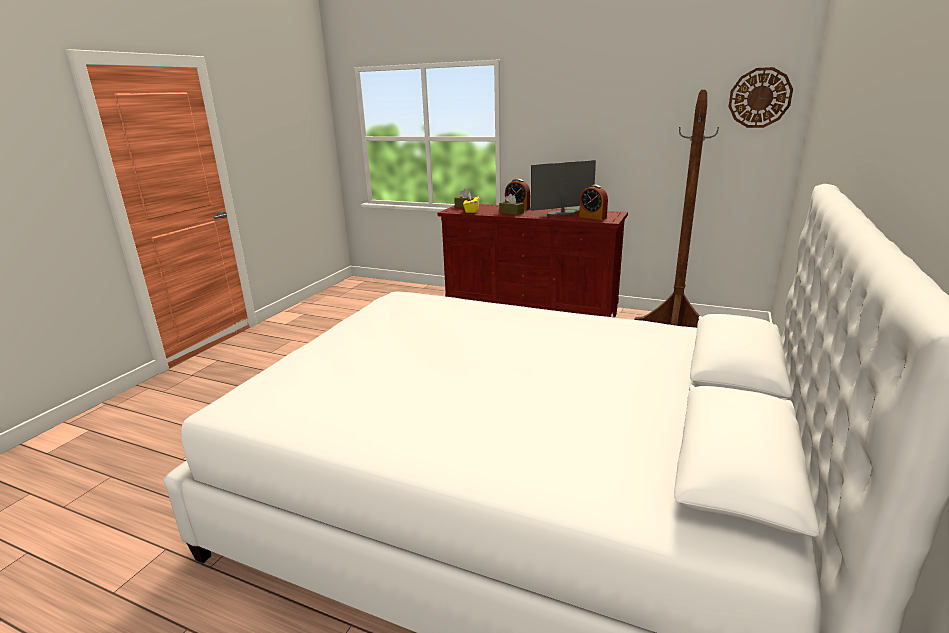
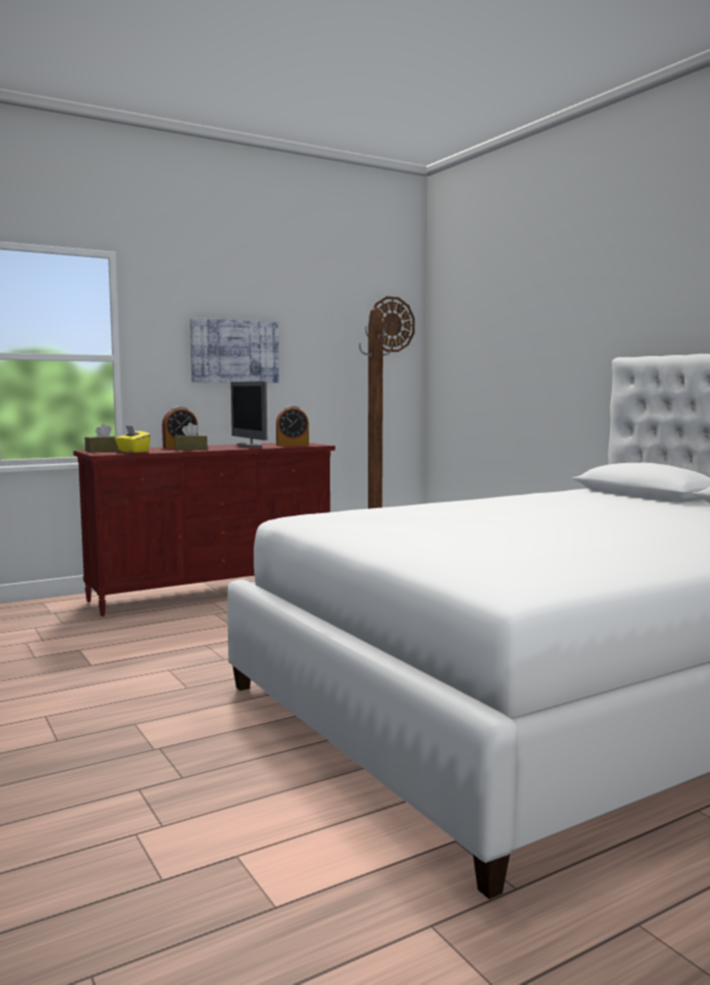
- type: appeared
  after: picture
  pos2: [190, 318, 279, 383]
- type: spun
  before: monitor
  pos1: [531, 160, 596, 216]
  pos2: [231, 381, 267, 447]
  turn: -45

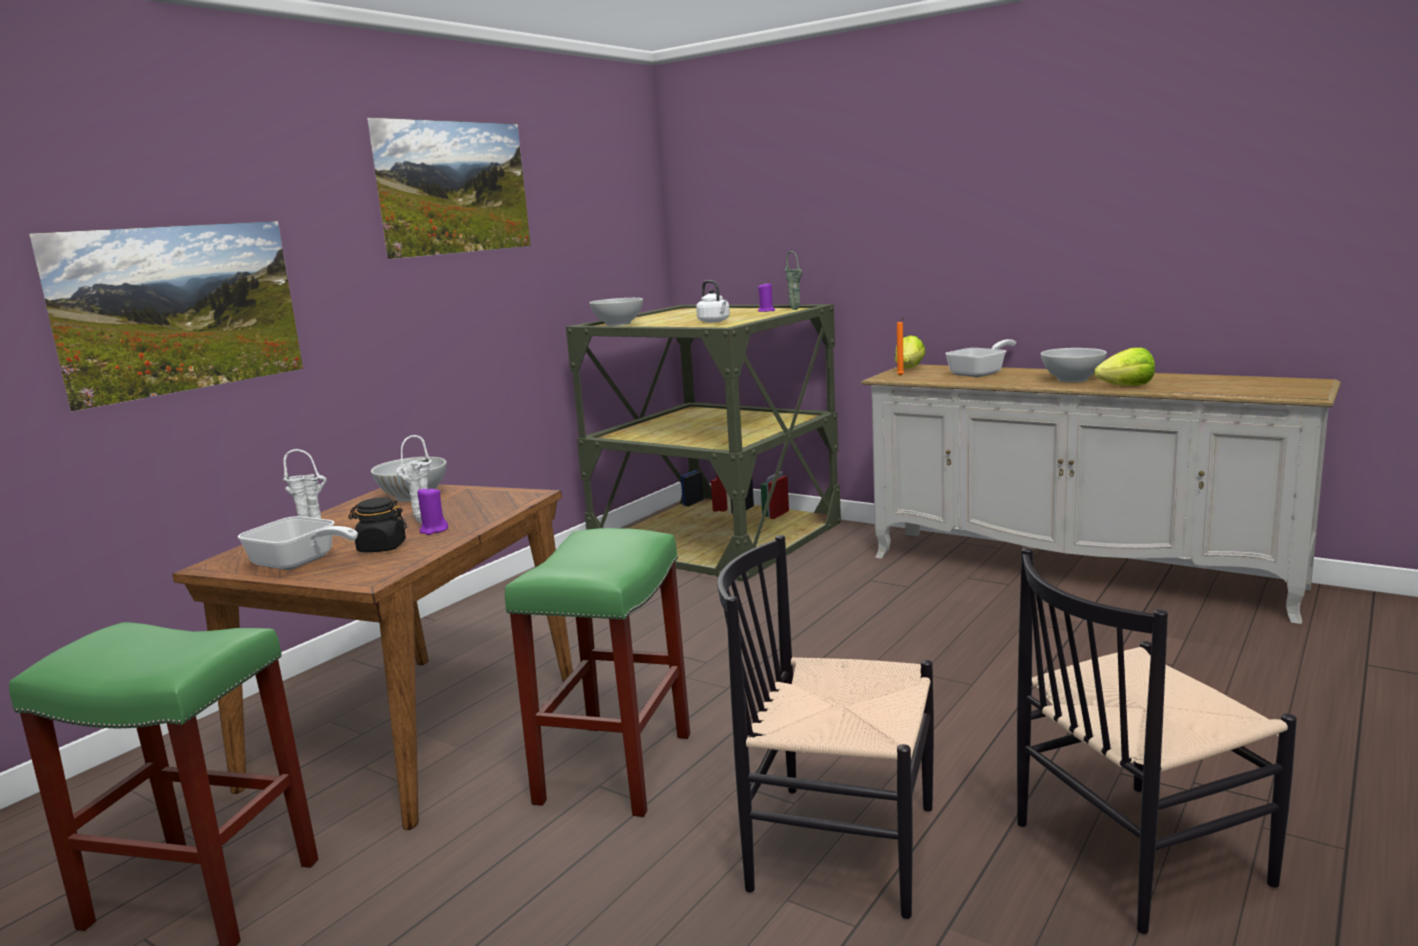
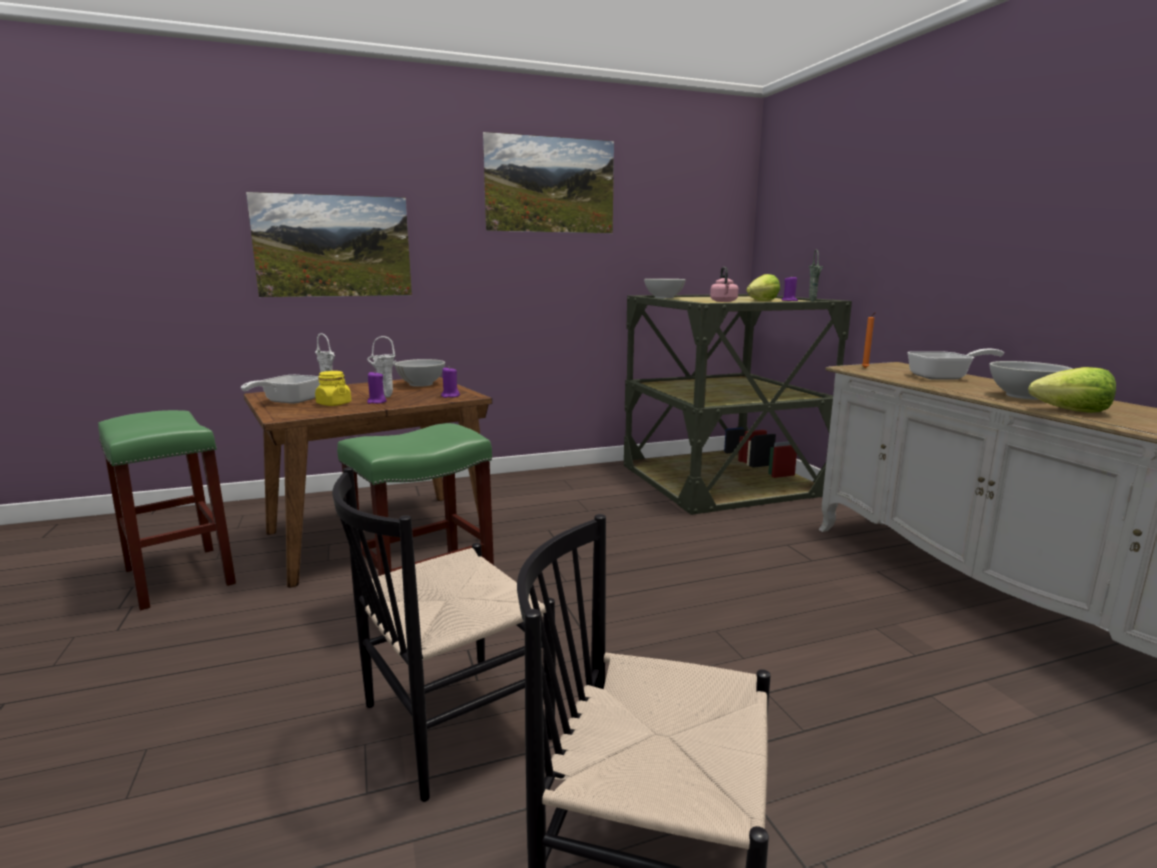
- type: spun
  before: frying pan
  pos1: [238, 516, 358, 570]
  pos2: [241, 375, 320, 404]
  turn: 45
- type: colour
  before: jar (black)
  after: jar (yellow)
  pos1: [348, 497, 407, 552]
  pos2: [315, 371, 351, 406]
- type: spun
  before: chair (black)
  pos1: [717, 535, 934, 919]
  pos2: [332, 467, 556, 802]
  turn: -90
- type: appeared
  after: candle (purple)
  pos2: [441, 367, 460, 398]
- type: colour
  before: kettle (white)
  after: kettle (pink)
  pos1: [696, 280, 730, 323]
  pos2: [710, 267, 738, 302]
- type: relocated
  before: lettuce
  pos1: [895, 335, 926, 368]
  pos2: [746, 274, 780, 301]

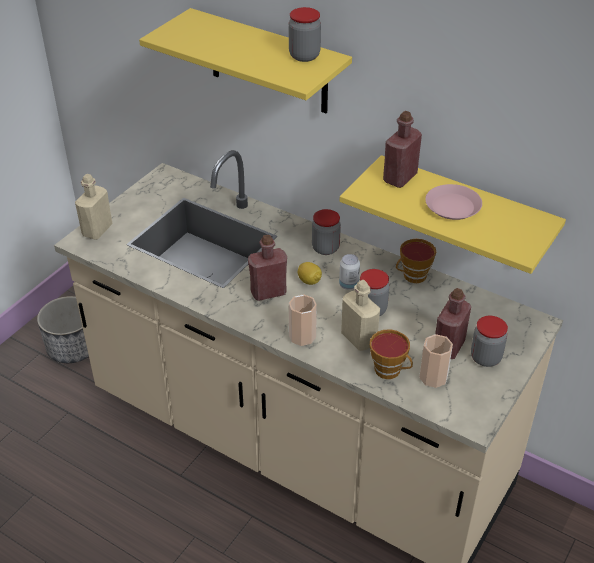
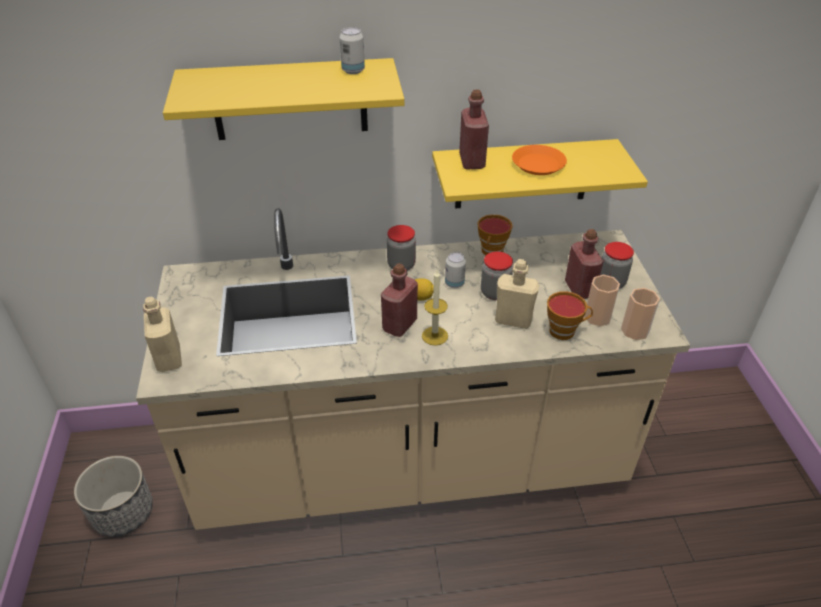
- type: exchanged
  before: jar
  after: can
  pos1: [289, 7, 321, 62]
  pos2: [340, 27, 365, 74]
- type: appeared
  after: candle
  pos2: [422, 270, 448, 346]
- type: colour
  before: plate (pink)
  after: plate (orange)
  pos1: [425, 184, 482, 220]
  pos2: [512, 145, 567, 175]
- type: relocated
  before: cup
  pos1: [289, 294, 317, 346]
  pos2: [621, 288, 660, 340]

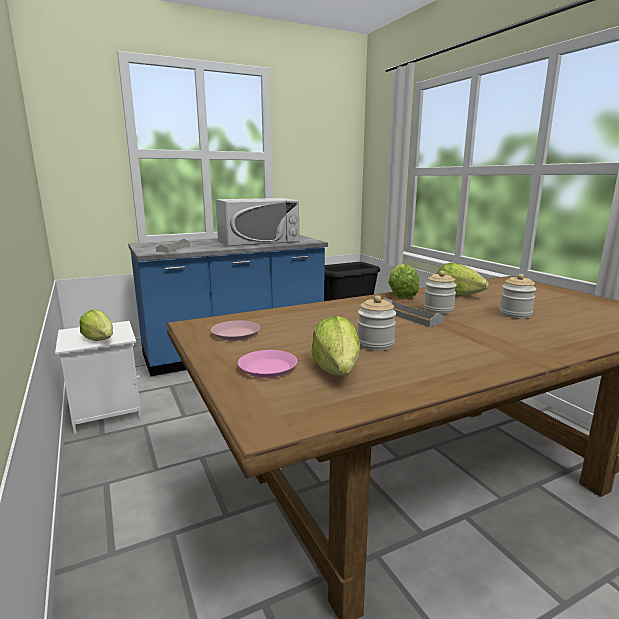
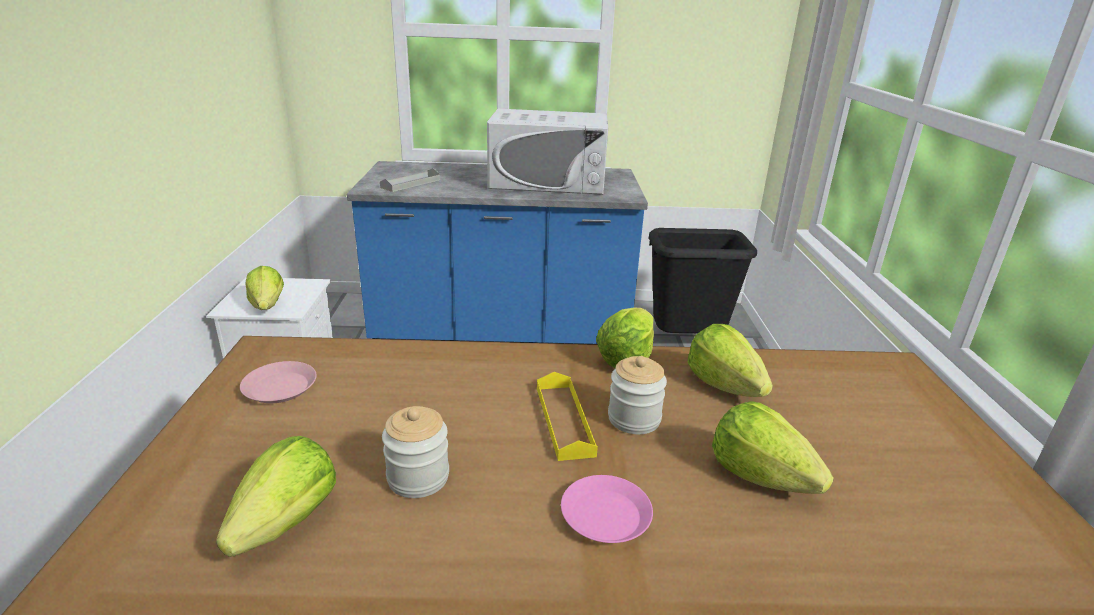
- type: colour
  before: tray (grey)
  after: tray (yellow)
  pos1: [383, 298, 444, 327]
  pos2: [537, 372, 598, 461]
- type: relocated
  before: plate (pink)
  pos1: [238, 350, 297, 378]
  pos2: [561, 475, 653, 543]
- type: exchanged
  before: jar
  after: lettuce
  pos1: [499, 274, 536, 319]
  pos2: [712, 401, 834, 494]

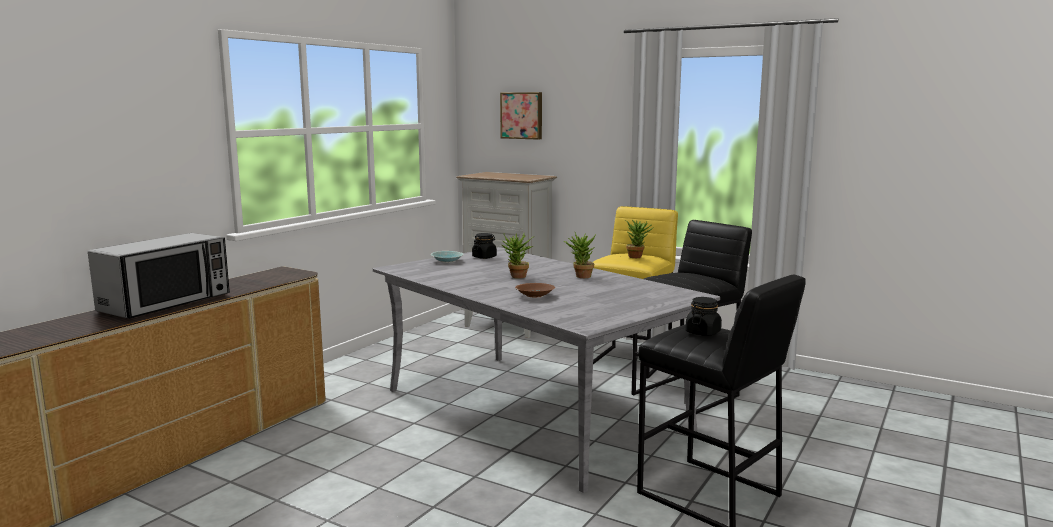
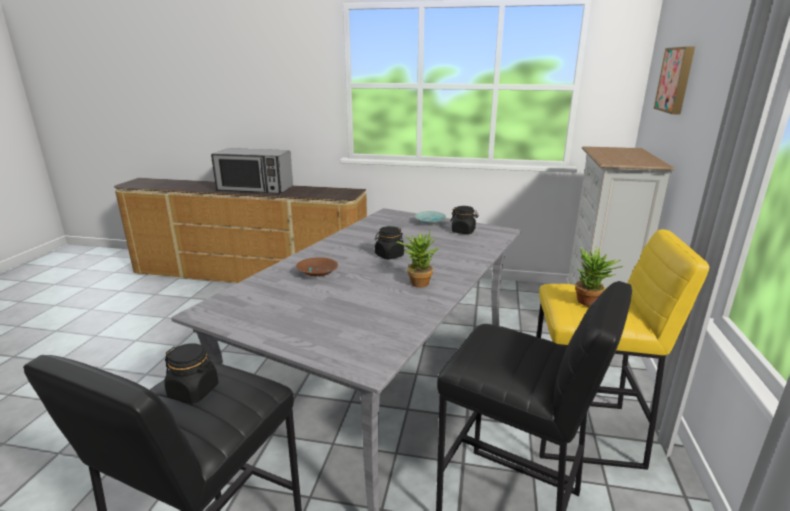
- type: exchanged
  before: potted plant
  after: jar (black)
  pos1: [501, 233, 533, 279]
  pos2: [375, 226, 404, 259]

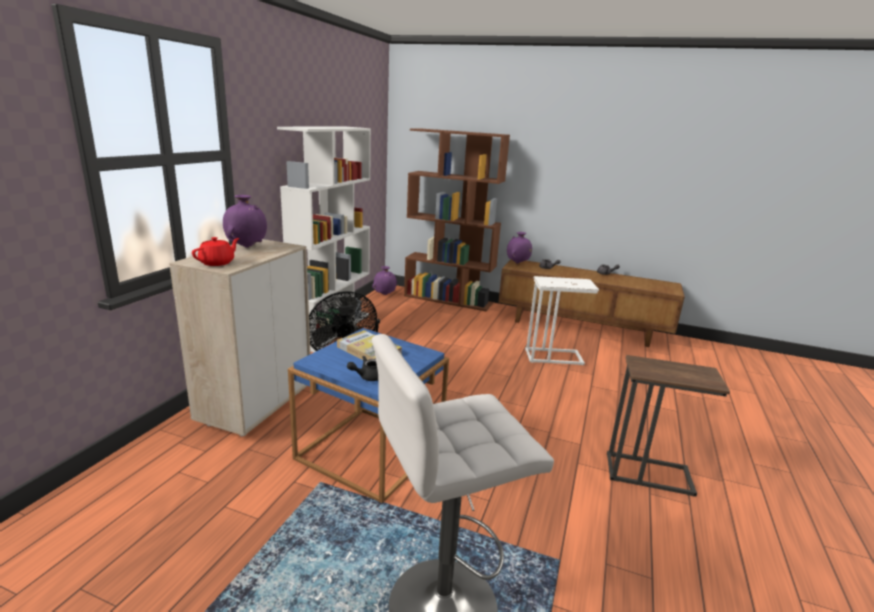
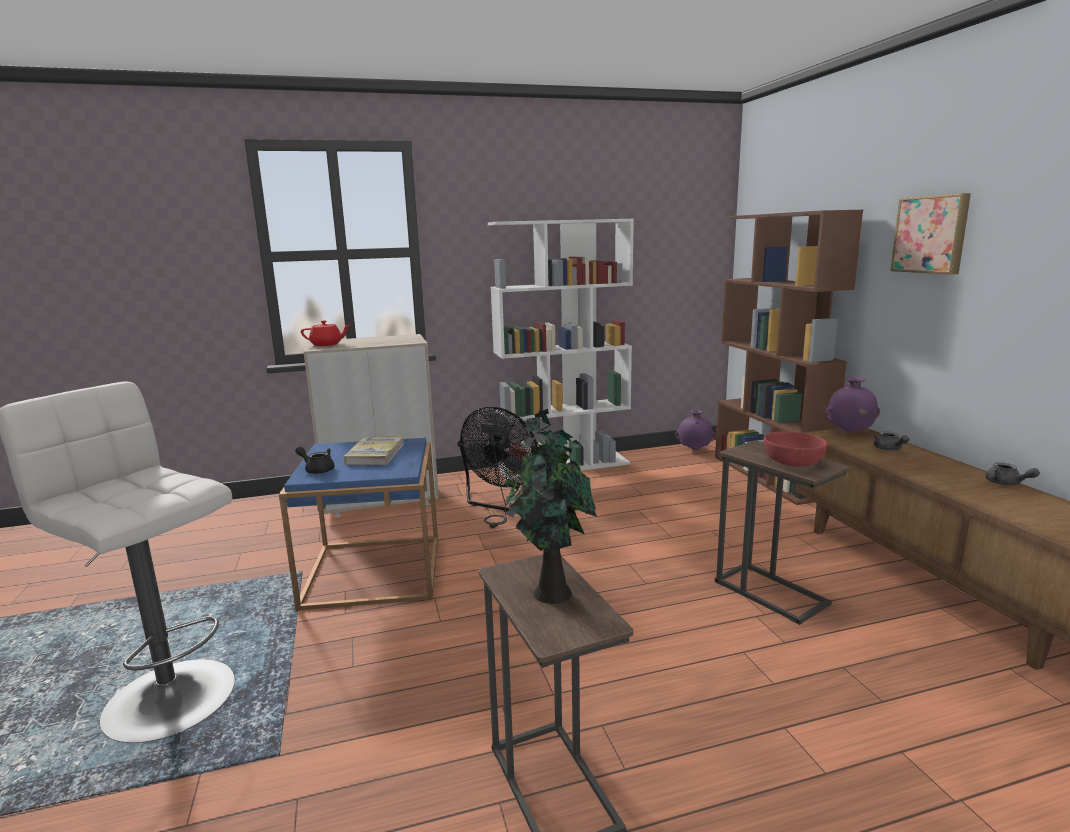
- type: appeared
  after: potted plant
  pos2: [505, 409, 597, 604]
- type: colour
  before: side table (white)
  after: side table (brown)
  pos1: [525, 276, 599, 365]
  pos2: [715, 440, 850, 625]
- type: appeared
  after: bowl (red)
  pos2: [764, 431, 827, 467]
- type: appeared
  after: picture
  pos2: [890, 193, 971, 275]
- type: missing
  before: vase (purple)
  pos1: [223, 195, 267, 248]

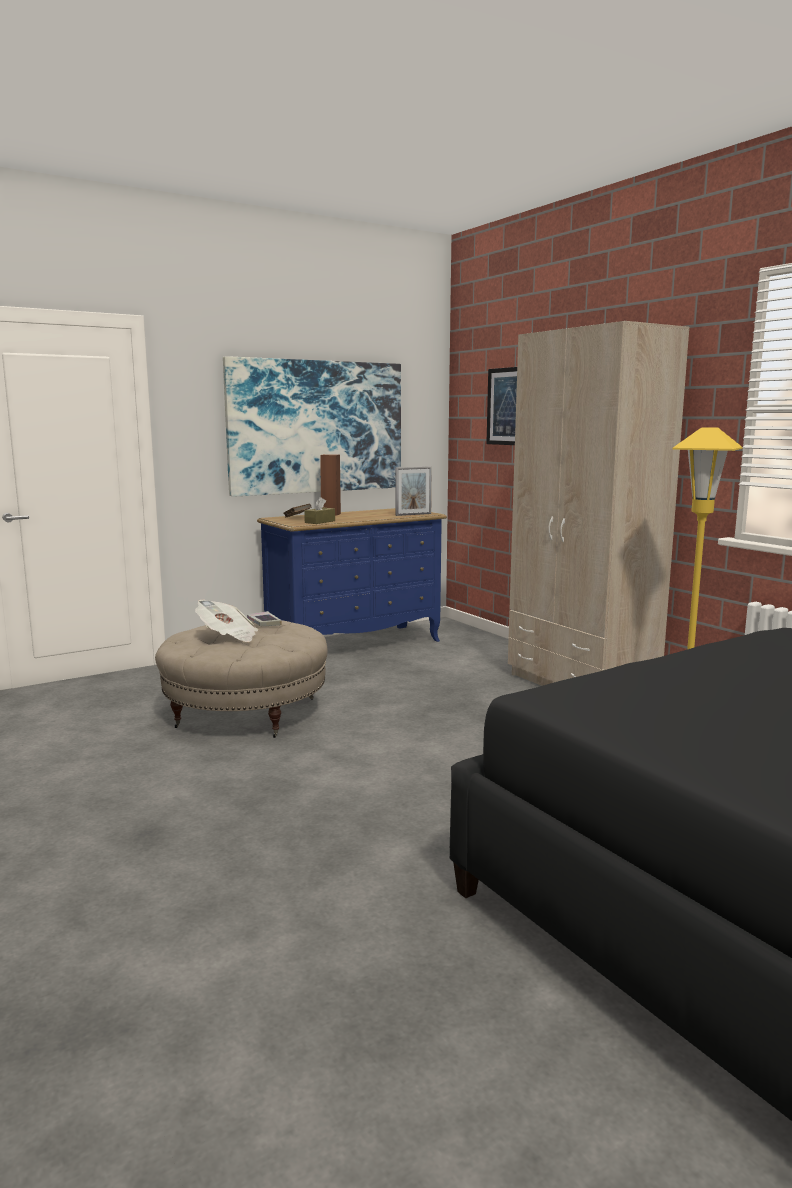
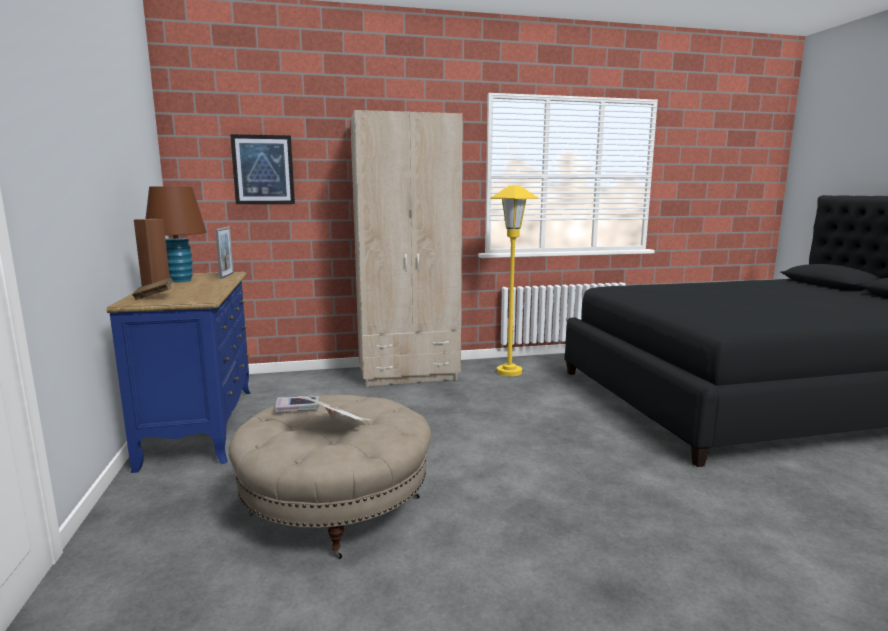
- type: appeared
  after: table lamp (brown)
  pos2: [146, 187, 207, 282]
- type: missing
  before: picture
  pos1: [223, 356, 401, 497]
- type: missing
  before: tissue box (brown)
  pos1: [304, 497, 335, 524]

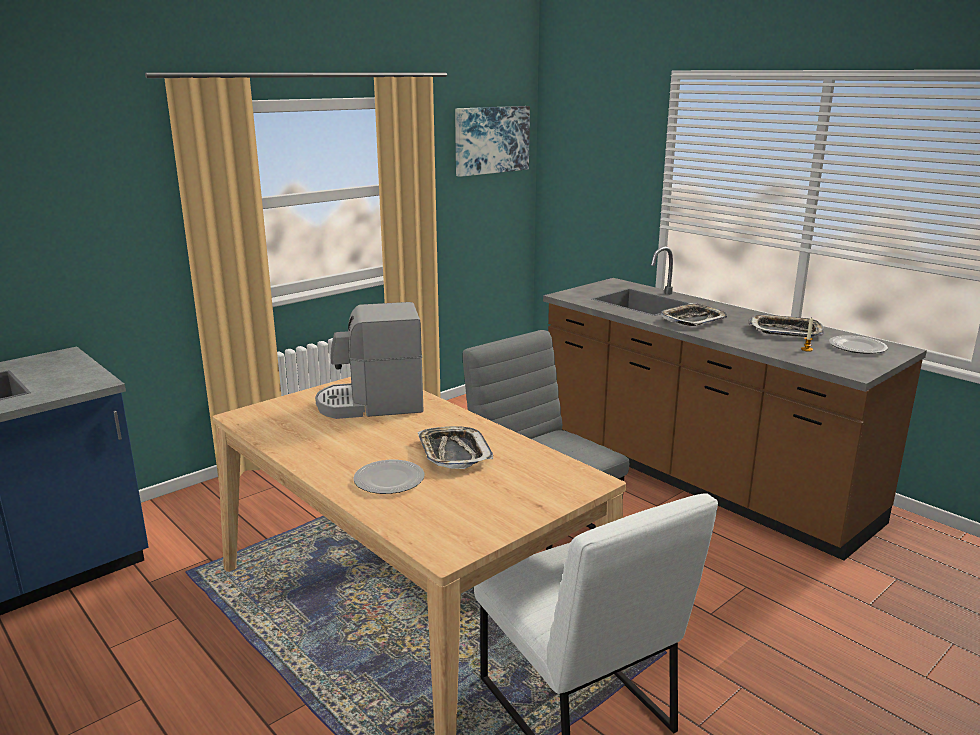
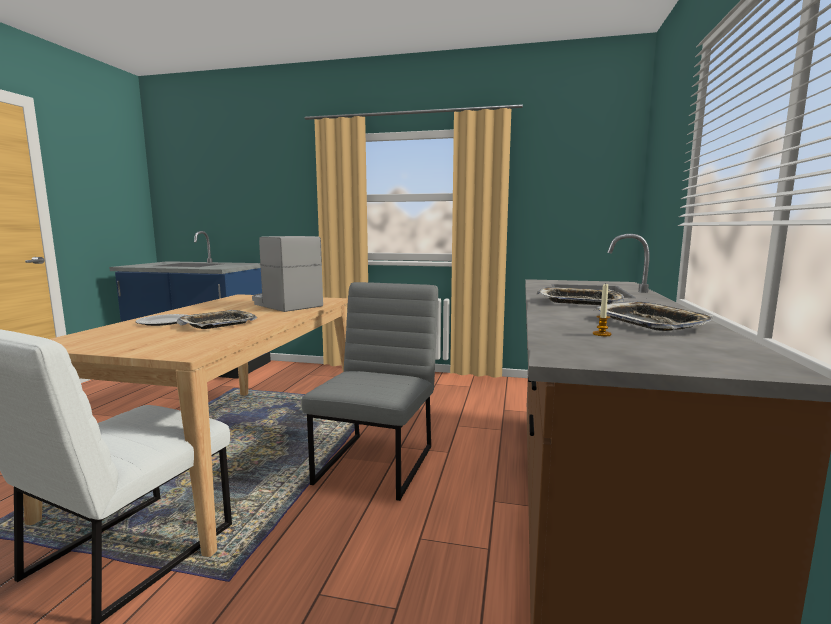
- type: missing
  before: picture
  pos1: [455, 106, 530, 177]
- type: missing
  before: plate
  pos1: [829, 335, 888, 354]

